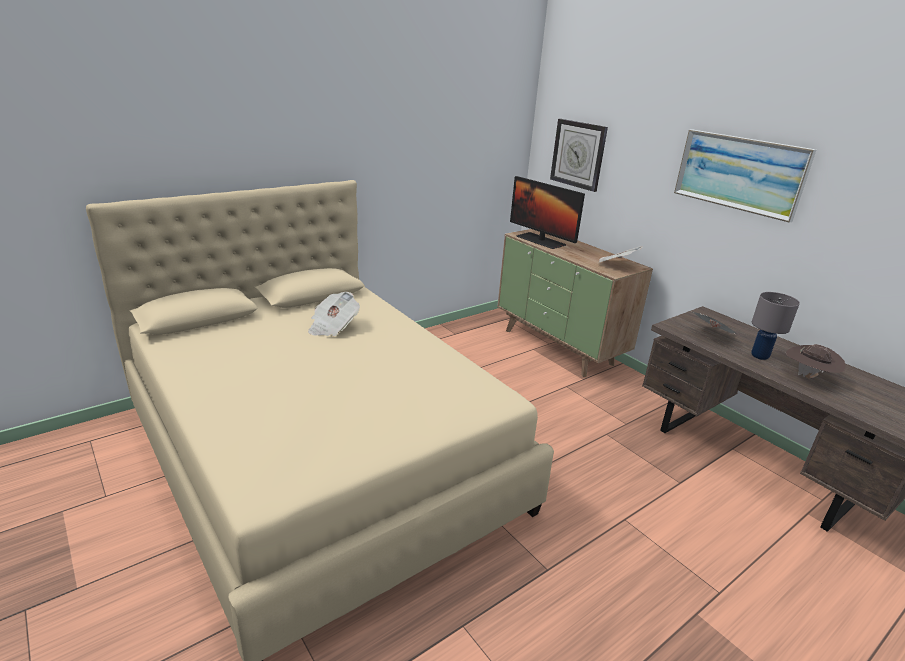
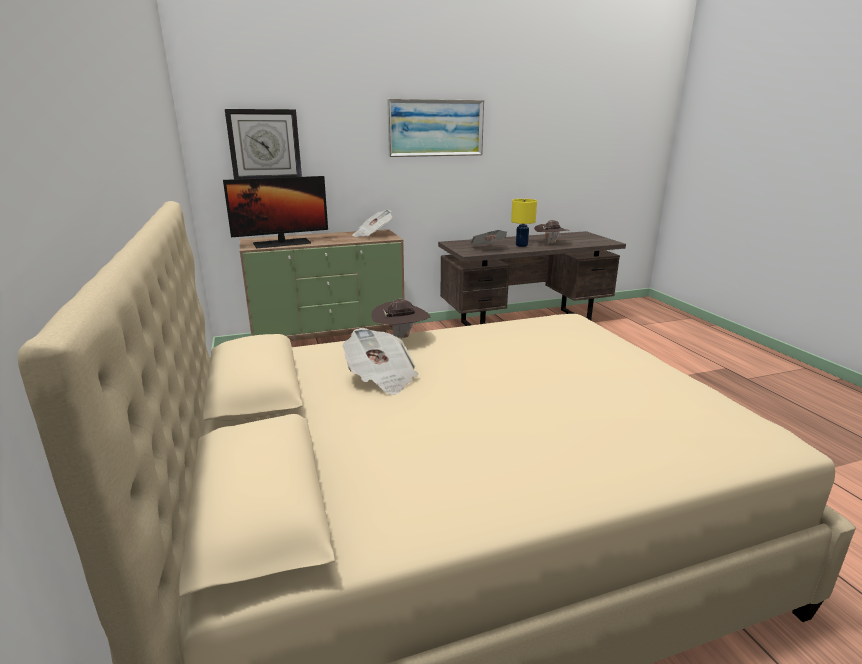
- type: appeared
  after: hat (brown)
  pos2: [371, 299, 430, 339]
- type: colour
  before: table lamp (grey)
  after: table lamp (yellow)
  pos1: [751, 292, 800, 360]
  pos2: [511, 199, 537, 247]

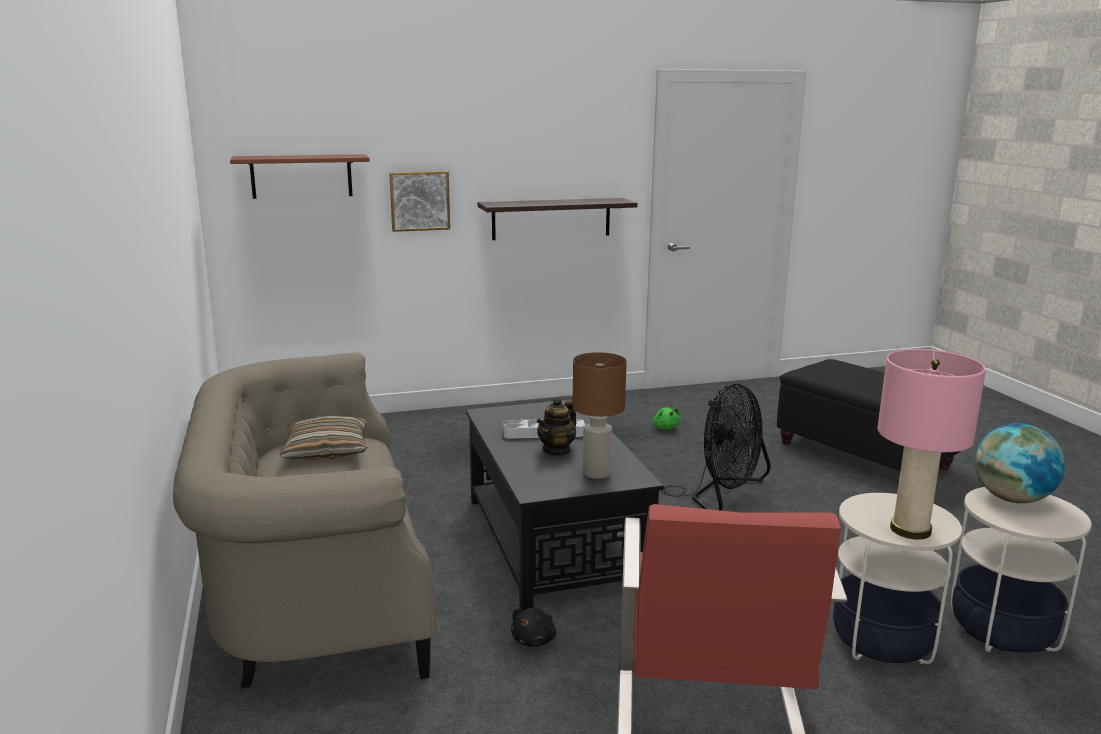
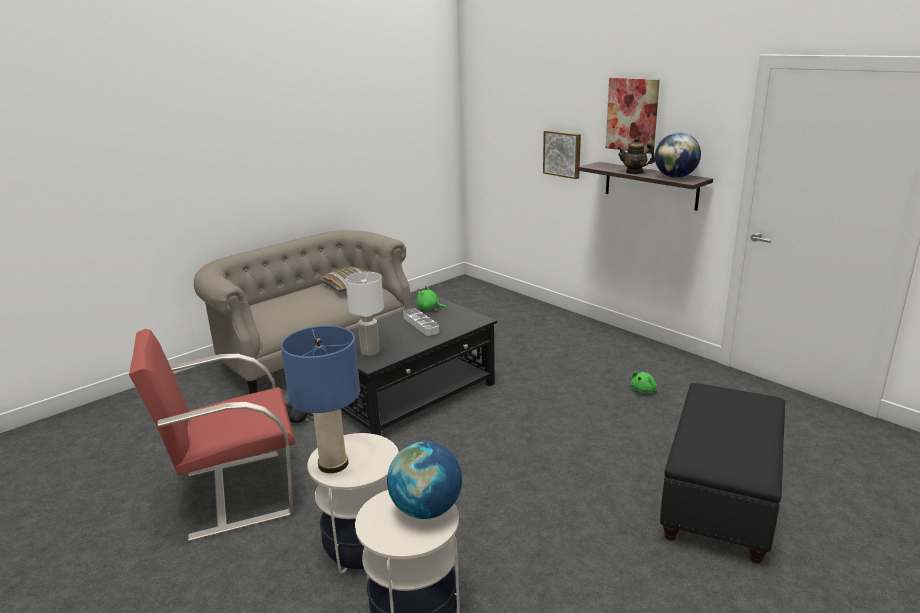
- type: colour
  before: table lamp (pink)
  after: table lamp (blue)
  pos1: [877, 349, 986, 540]
  pos2: [281, 326, 360, 473]
- type: colour
  before: table lamp (brown)
  after: table lamp (white)
  pos1: [572, 352, 627, 479]
  pos2: [346, 272, 384, 356]
- type: appeared
  after: plush toy (green)
  pos2: [416, 286, 447, 310]
- type: appeared
  after: picture
  pos2: [606, 78, 660, 154]
- type: relocated
  before: teapot
  pos1: [537, 397, 576, 456]
  pos2: [617, 137, 655, 174]
- type: appeared
  after: globe
  pos2: [655, 133, 701, 178]
- type: missing
  before: shelf
  pos1: [230, 154, 370, 199]
- type: missing
  before: fan (black)
  pos1: [661, 384, 771, 511]

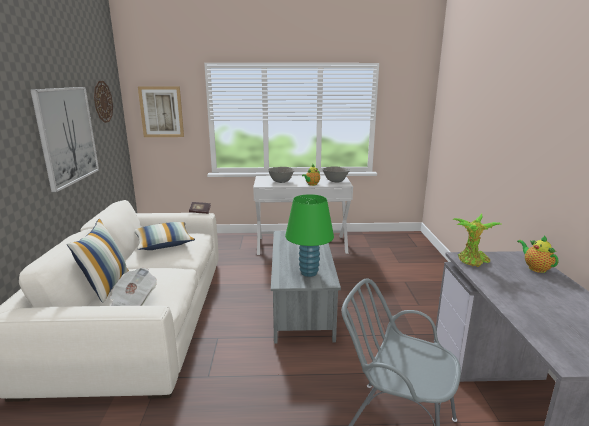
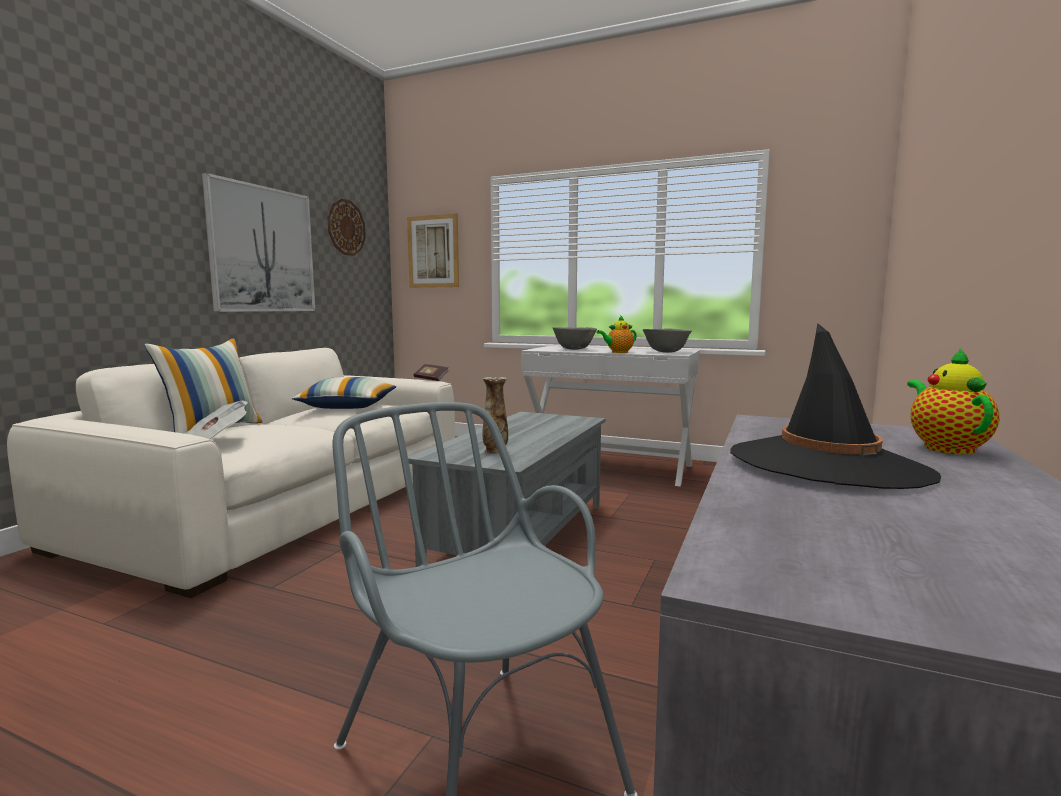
- type: exchanged
  before: table lamp (green)
  after: vase
  pos1: [285, 194, 334, 277]
  pos2: [482, 377, 508, 454]
- type: appeared
  after: hat (black)
  pos2: [730, 323, 941, 489]
- type: missing
  before: potted plant
  pos1: [452, 213, 503, 267]

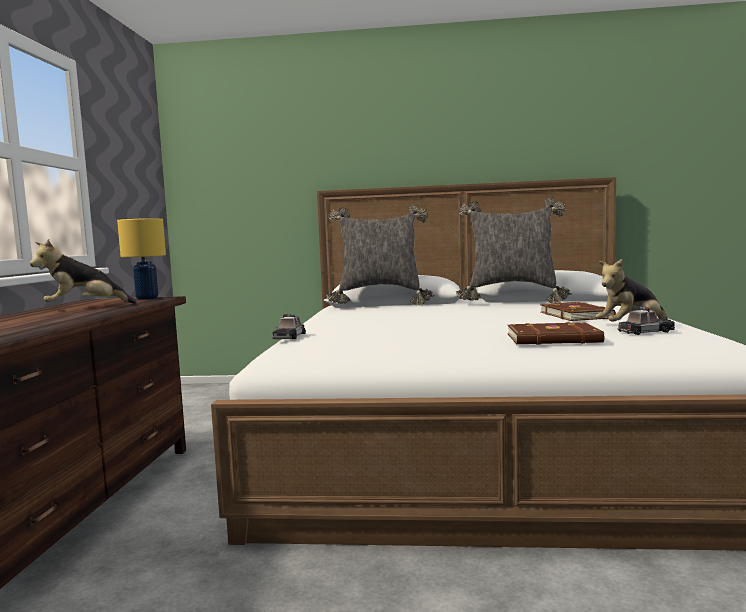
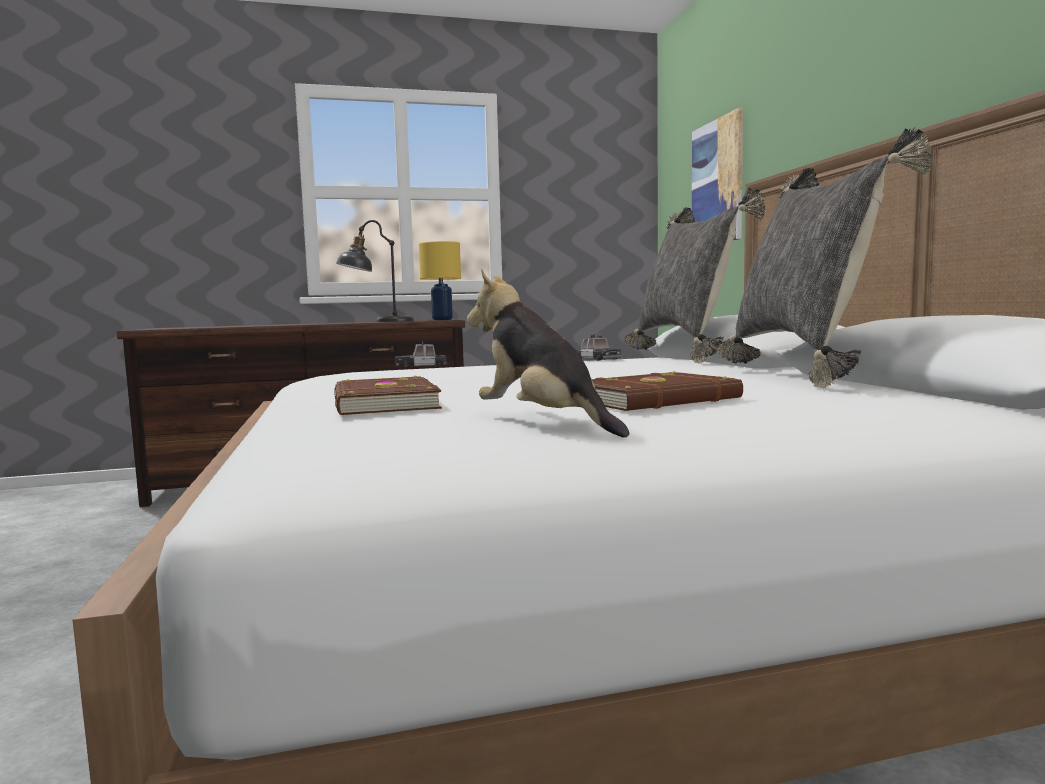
- type: exchanged
  before: plush toy
  after: table lamp (grey)
  pos1: [30, 239, 137, 304]
  pos2: [336, 220, 414, 322]
- type: relocated
  before: toy car
  pos1: [617, 307, 675, 335]
  pos2: [576, 334, 621, 361]
- type: appeared
  after: picture
  pos2: [692, 108, 743, 240]

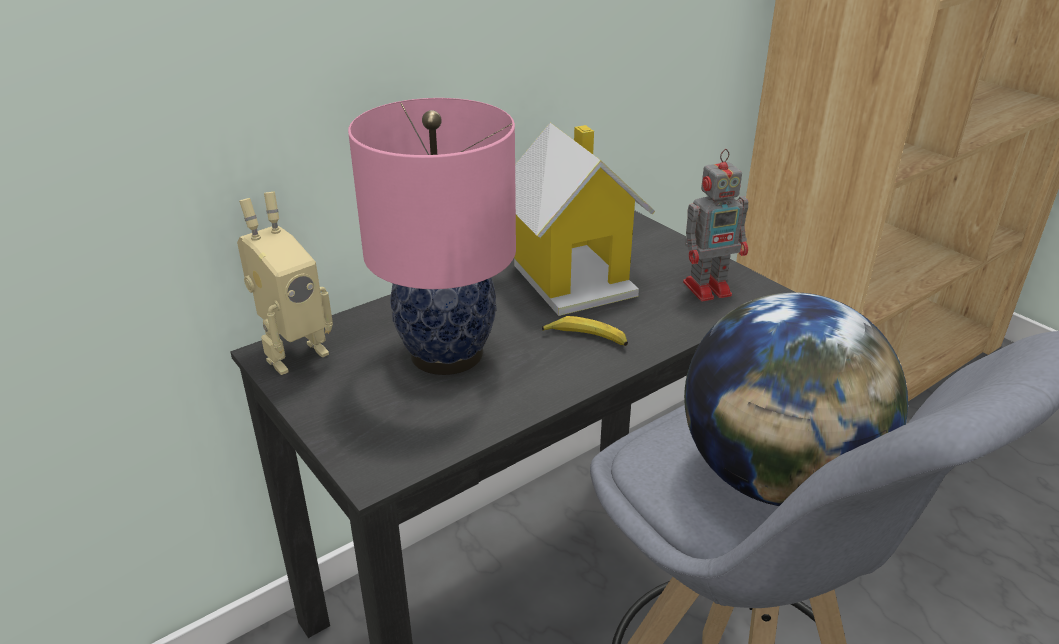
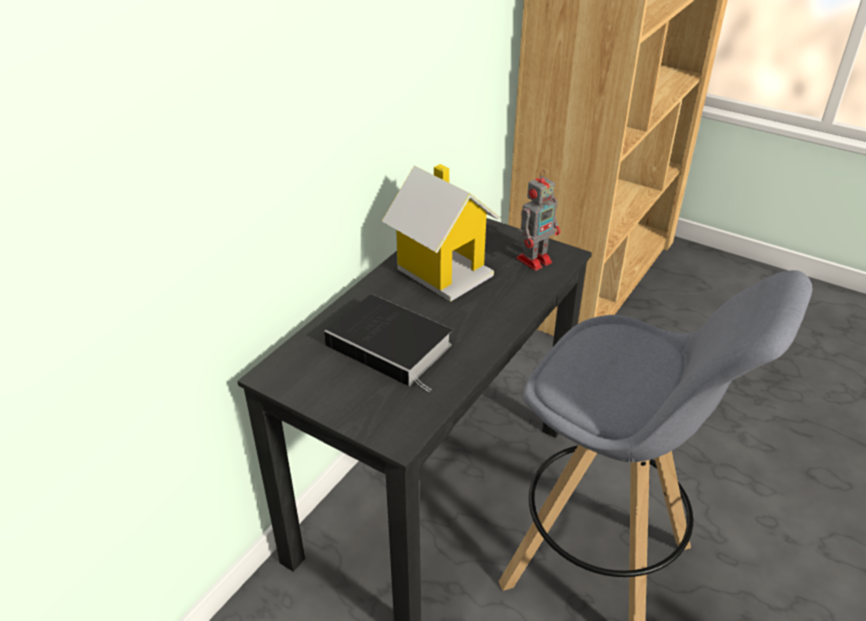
- type: exchanged
  before: table lamp (pink)
  after: book
  pos1: [348, 98, 516, 375]
  pos2: [324, 294, 452, 392]
- type: missing
  before: toy robot
  pos1: [237, 192, 333, 375]
- type: missing
  before: banana
  pos1: [542, 316, 628, 346]
- type: missing
  before: globe
  pos1: [684, 292, 908, 506]

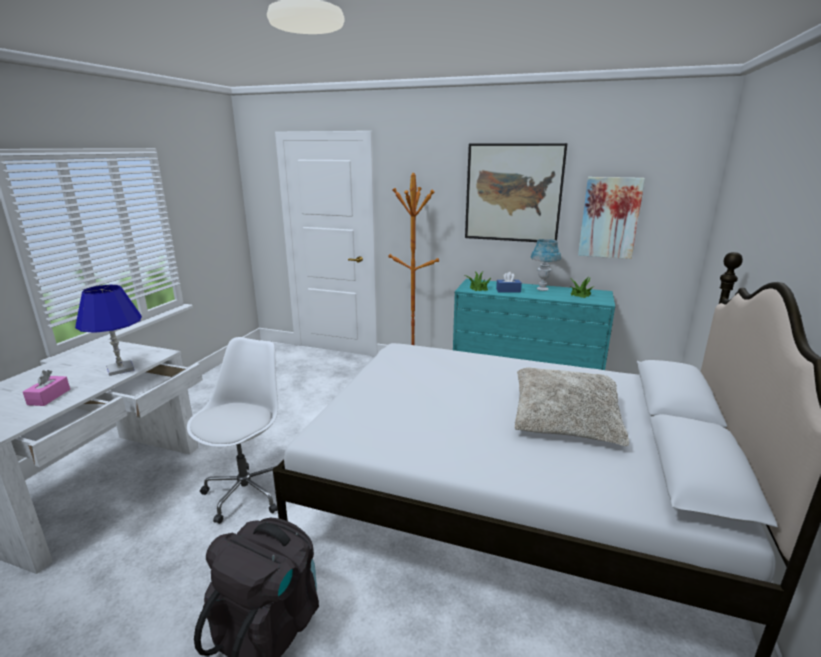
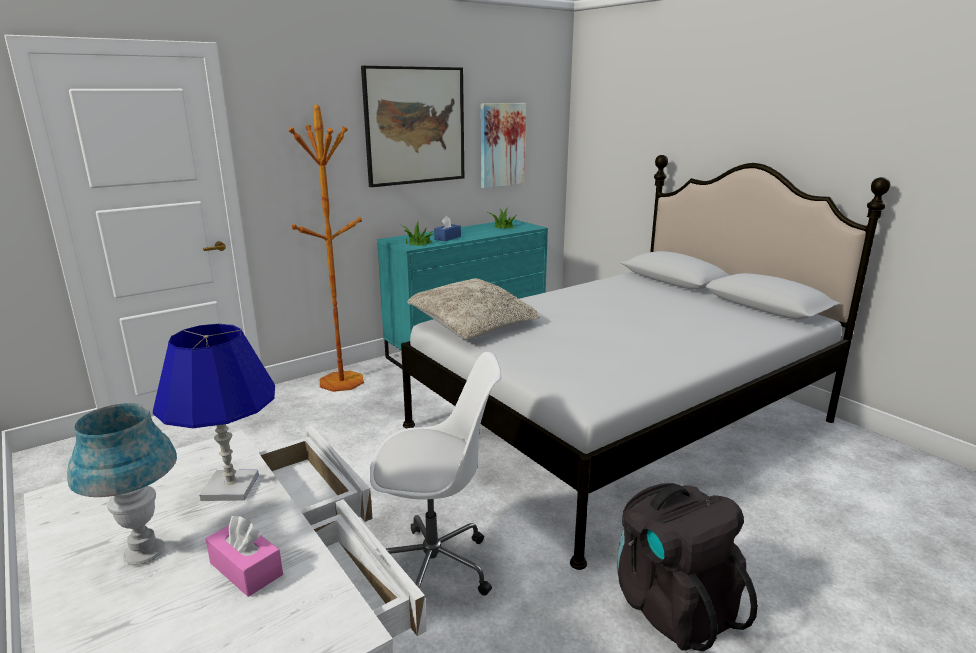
- type: relocated
  before: table lamp (blue)
  pos1: [531, 239, 561, 291]
  pos2: [67, 403, 177, 565]
- type: spun
  before: office chair (white)
  pos1: [187, 337, 278, 524]
  pos2: [369, 352, 501, 596]
  turn: 120
- type: relocated
  before: pillow (beige)
  pos1: [514, 367, 629, 446]
  pos2: [407, 278, 540, 340]

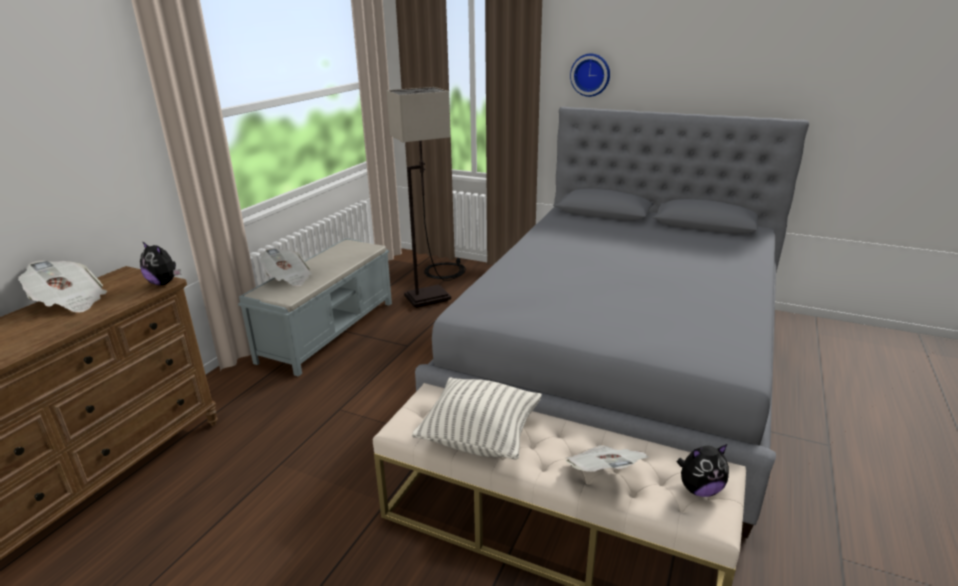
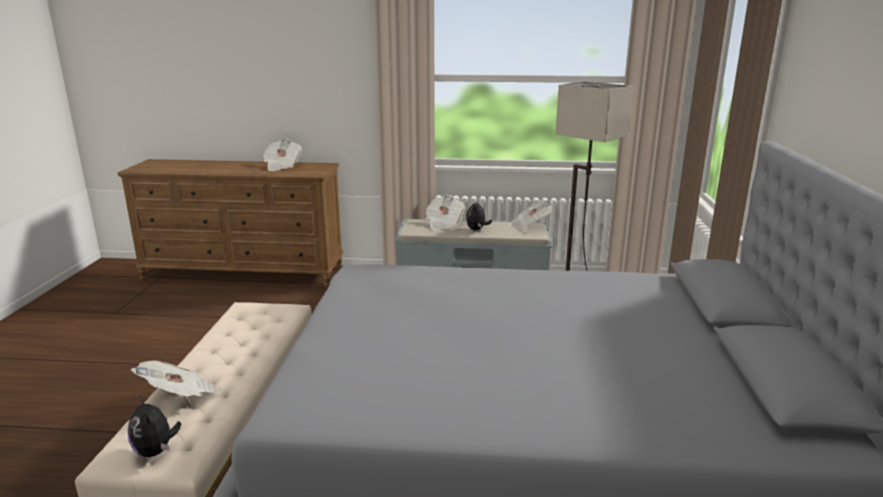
- type: relocated
  before: plush toy
  pos1: [140, 241, 181, 285]
  pos2: [466, 201, 492, 230]
- type: appeared
  after: newspaper
  pos2: [508, 200, 553, 229]
- type: missing
  before: pillow
  pos1: [412, 377, 542, 460]
- type: missing
  before: wall clock
  pos1: [570, 54, 610, 97]

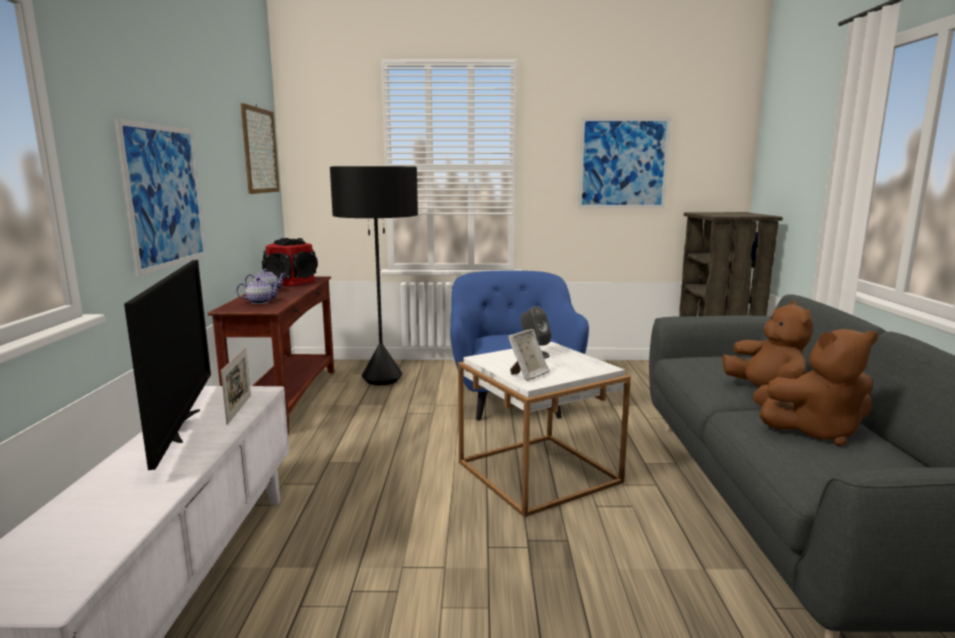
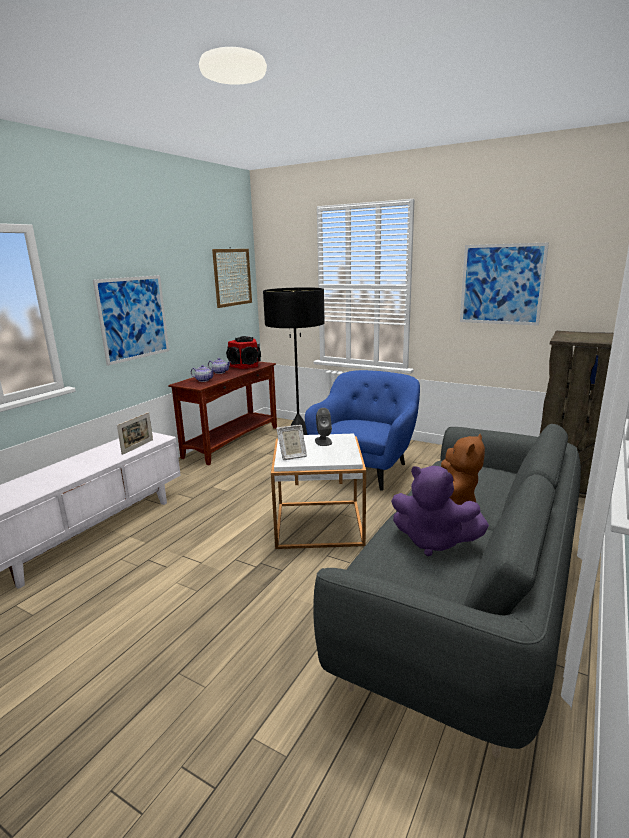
- type: colour
  before: plush toy (brown)
  after: plush toy (purple)
  pos1: [759, 329, 878, 447]
  pos2: [391, 466, 489, 556]
- type: missing
  before: television
  pos1: [124, 260, 211, 470]

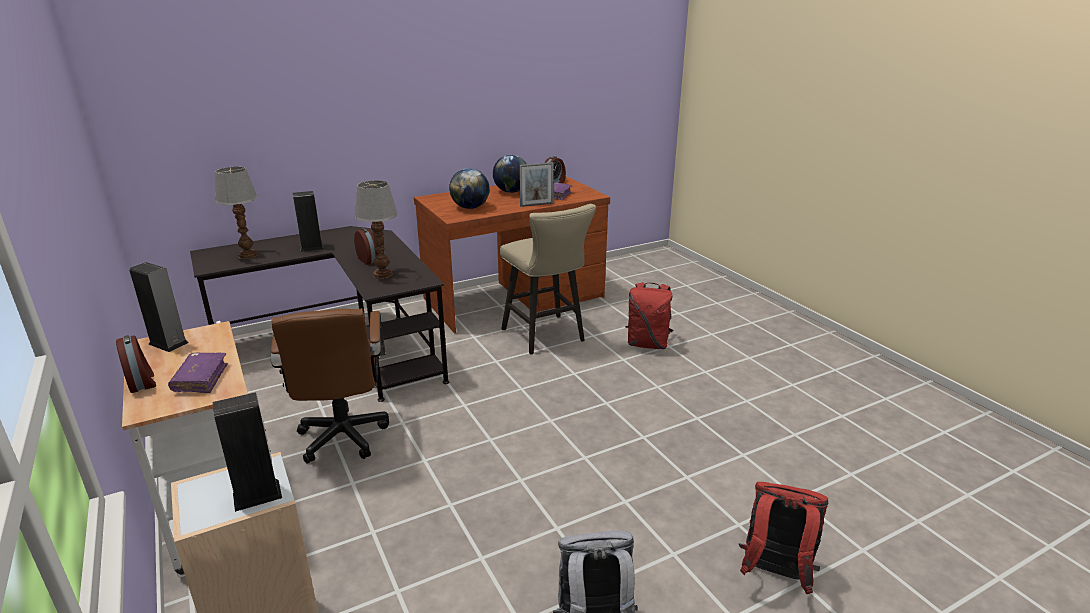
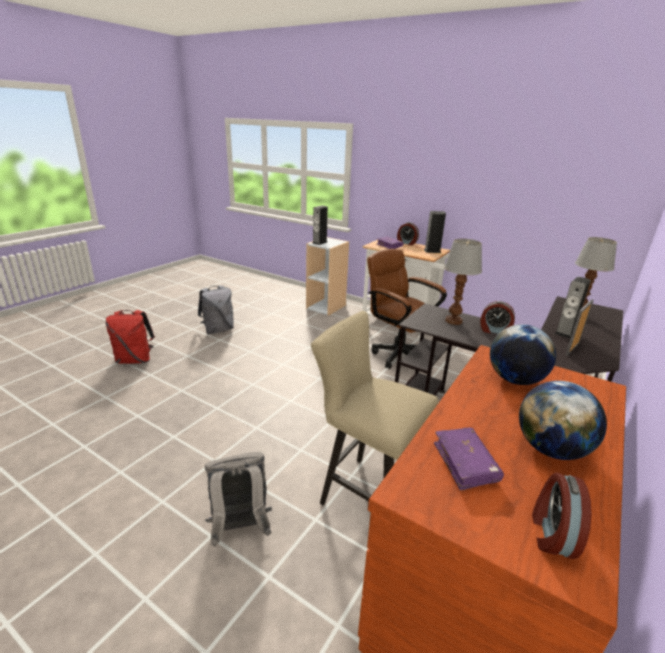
- type: colour
  before: backpack (red)
  after: backpack (grey)
  pos1: [625, 282, 673, 349]
  pos2: [205, 452, 272, 547]
- type: relocated
  before: picture frame
  pos1: [519, 162, 553, 207]
  pos2: [566, 299, 594, 356]

